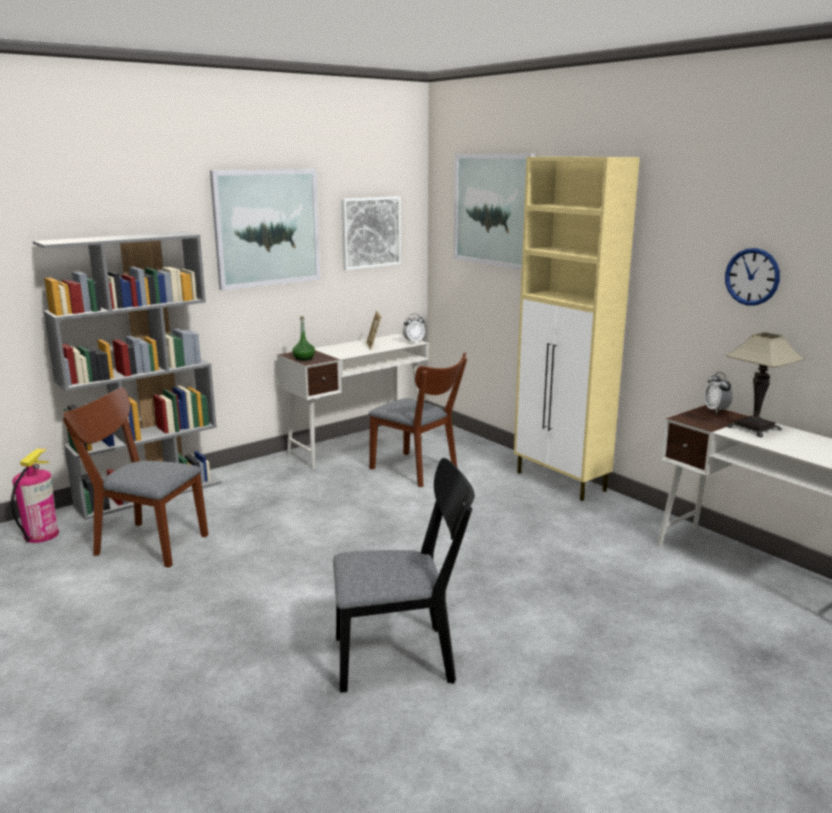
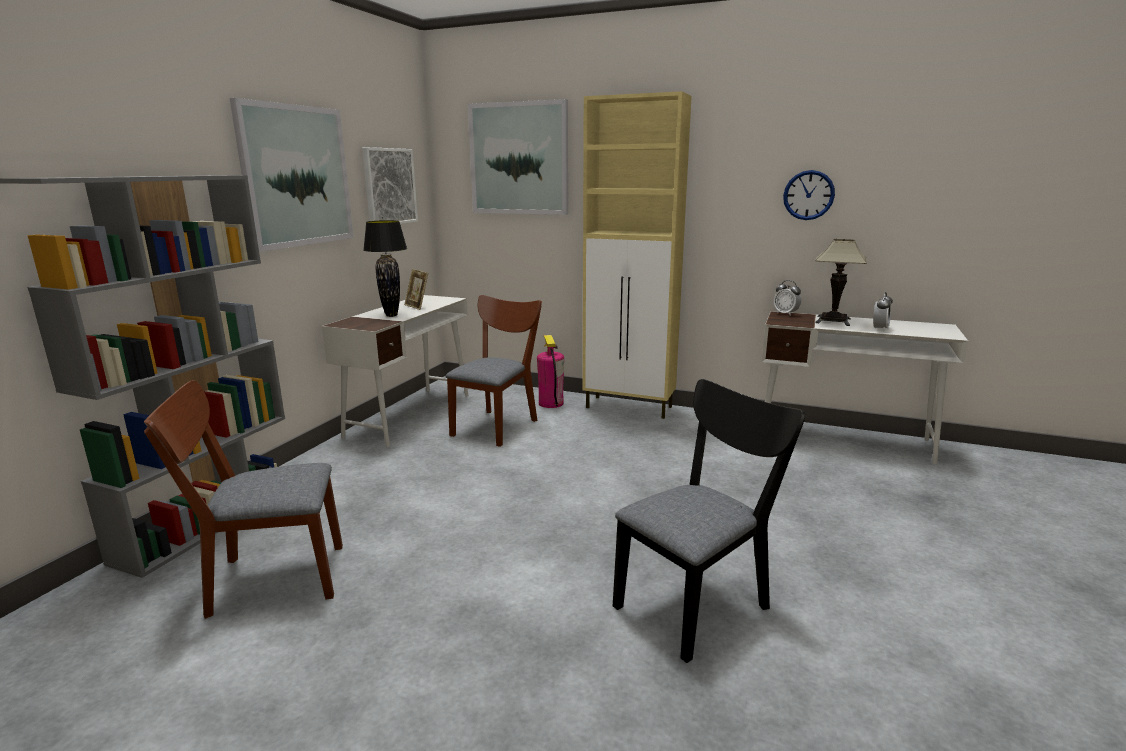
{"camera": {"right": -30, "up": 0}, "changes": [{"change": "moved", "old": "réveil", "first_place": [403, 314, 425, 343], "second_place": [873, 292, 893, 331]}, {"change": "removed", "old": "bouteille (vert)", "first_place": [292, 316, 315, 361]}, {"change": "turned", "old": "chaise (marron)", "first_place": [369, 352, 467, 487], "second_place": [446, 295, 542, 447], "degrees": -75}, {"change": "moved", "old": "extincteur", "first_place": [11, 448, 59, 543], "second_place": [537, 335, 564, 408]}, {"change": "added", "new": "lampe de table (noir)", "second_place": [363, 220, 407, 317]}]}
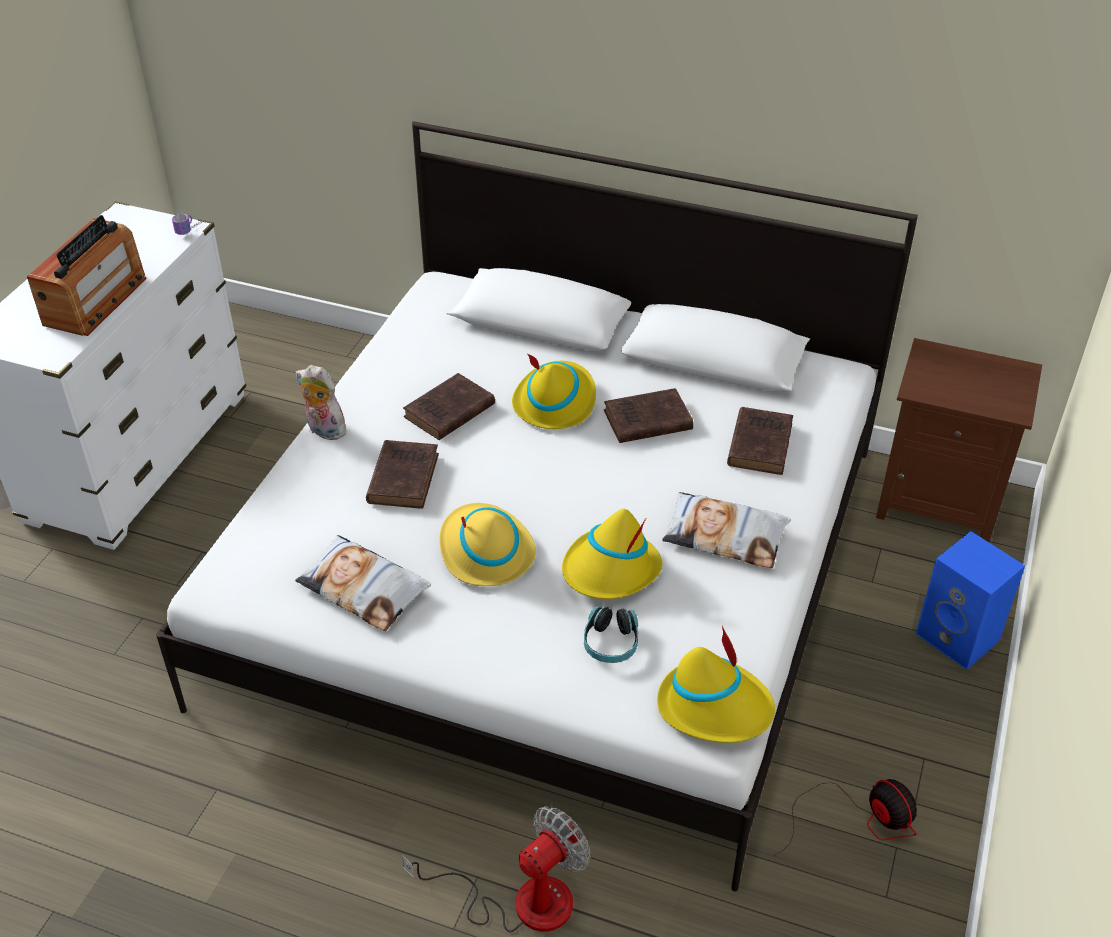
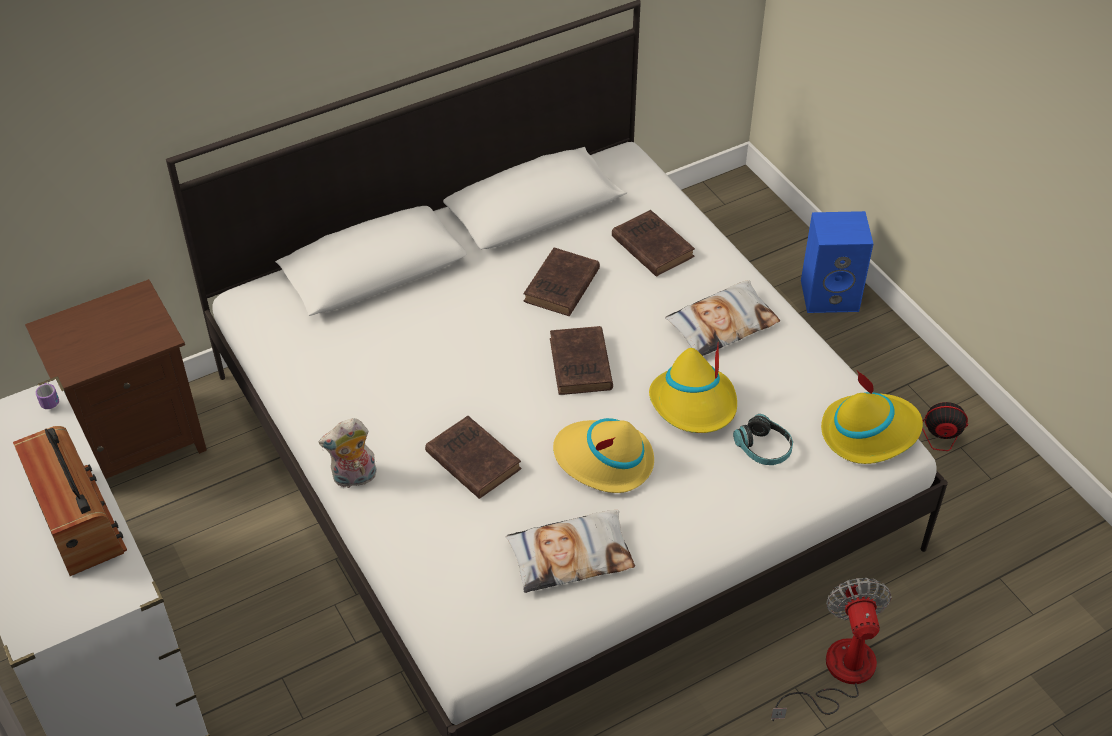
{"camera": {"right": -50, "up": 5}, "changes": [{"change": "moved", "old": "table de chevet (marron)", "first_place": [876, 338, 1042, 542], "second_place": [25, 279, 207, 479]}, {"change": "removed", "old": "chapeau (jaune)", "first_place": [512, 354, 596, 429]}, {"change": "moved", "old": "livre (marron)", "first_place": [403, 373, 495, 440], "second_place": [550, 326, 613, 395]}]}
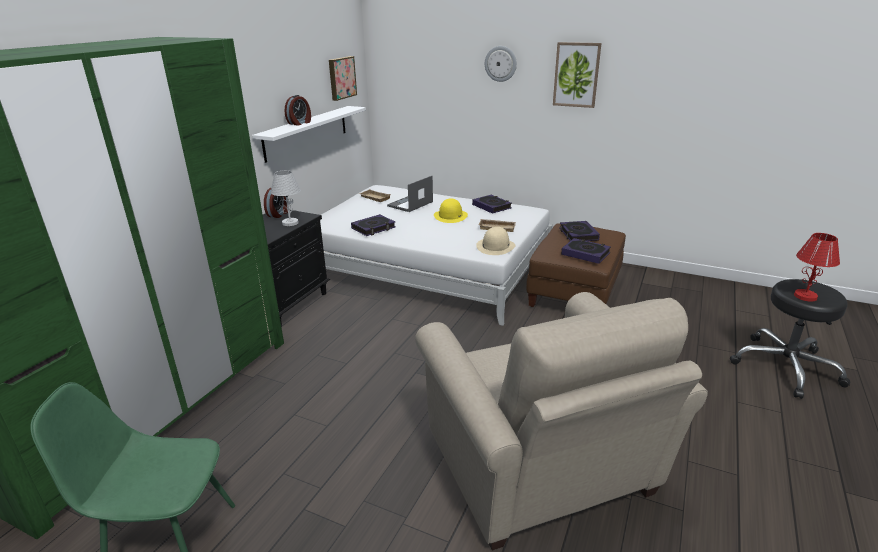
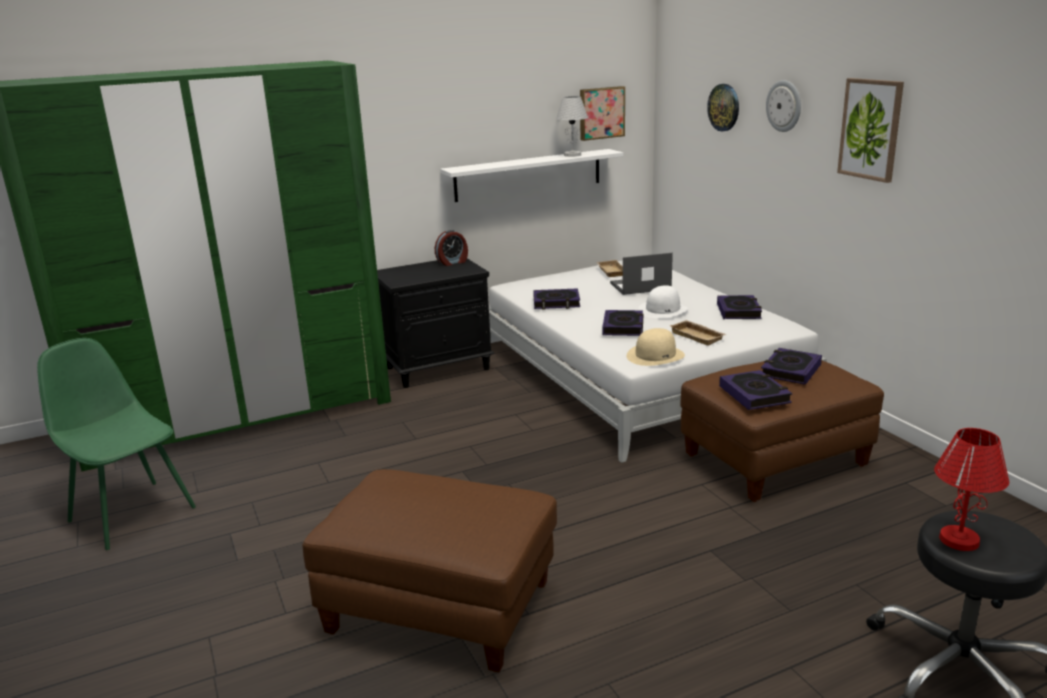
{"camera": {"right": 40, "up": -5}, "changes": [{"change": "removed", "old": "réveil", "first_place": [285, 95, 311, 126]}, {"change": "moved", "old": "lampe de table (blanc)", "first_place": [271, 170, 301, 226], "second_place": [556, 96, 588, 157]}, {"change": "recoloured", "old": "chapeau (jaune)", "new": "chapeau (blanc)", "first_place": [434, 198, 468, 223], "second_place": [638, 285, 688, 318]}, {"change": "replaced", "old": "fauteuil (beige)", "new": "pouf (marron)", "first_place": [415, 292, 708, 551], "second_place": [302, 469, 557, 672]}, {"change": "added", "new": "horloge murale", "second_place": [707, 84, 739, 131]}, {"change": "added", "new": "livre", "second_place": [602, 310, 643, 336]}]}
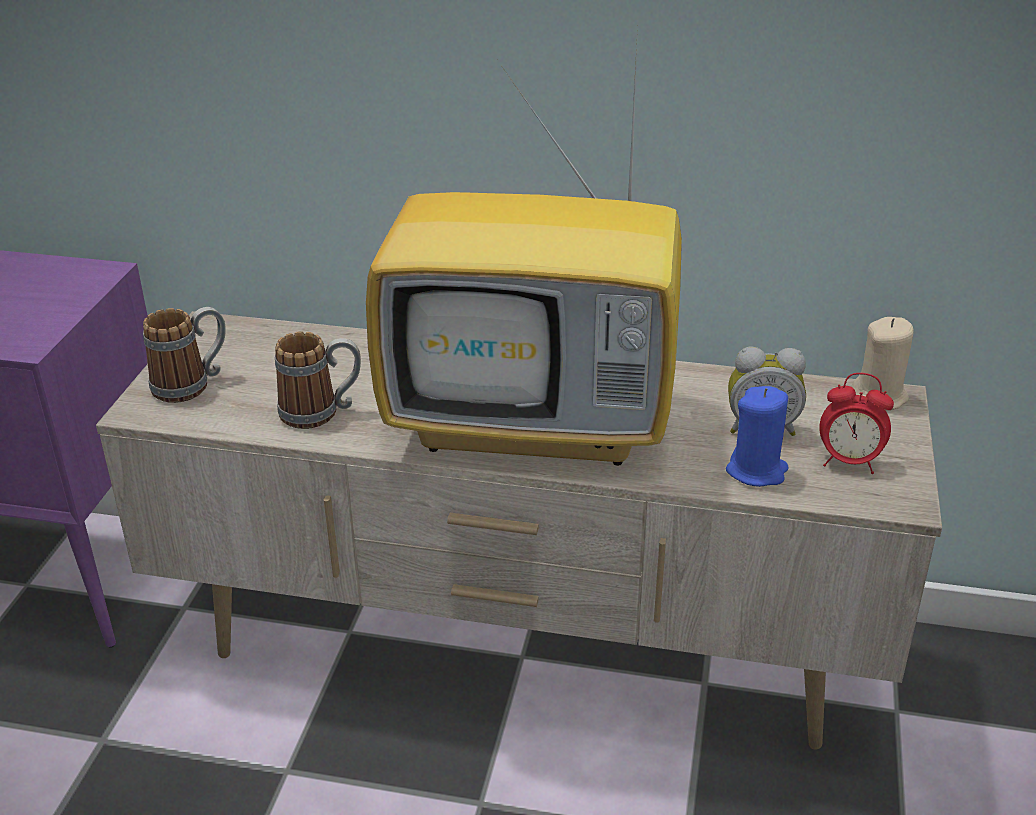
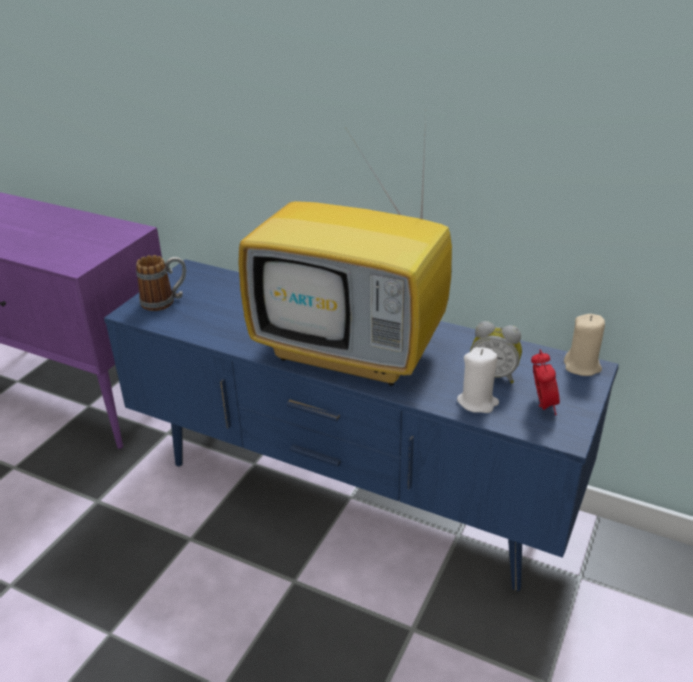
{"camera": {"right": 15, "up": 0}, "changes": [{"change": "recoloured", "old": "meuble télé (beige)", "new": "meuble télé (bleu)", "first_place": [96, 311, 942, 750], "second_place": [104, 259, 618, 591]}, {"change": "removed", "old": "mug", "first_place": [275, 331, 361, 429]}, {"change": "turned", "old": "réveil", "first_place": [819, 373, 894, 474], "second_place": [531, 349, 560, 415], "degrees": -120}, {"change": "recoloured", "old": "bougie (bleu)", "new": "bougie (blanc)", "first_place": [726, 386, 789, 487], "second_place": [457, 347, 499, 413]}]}
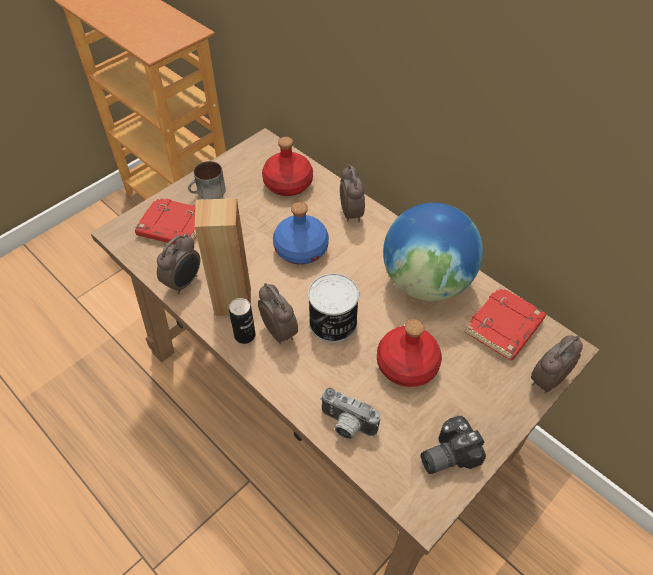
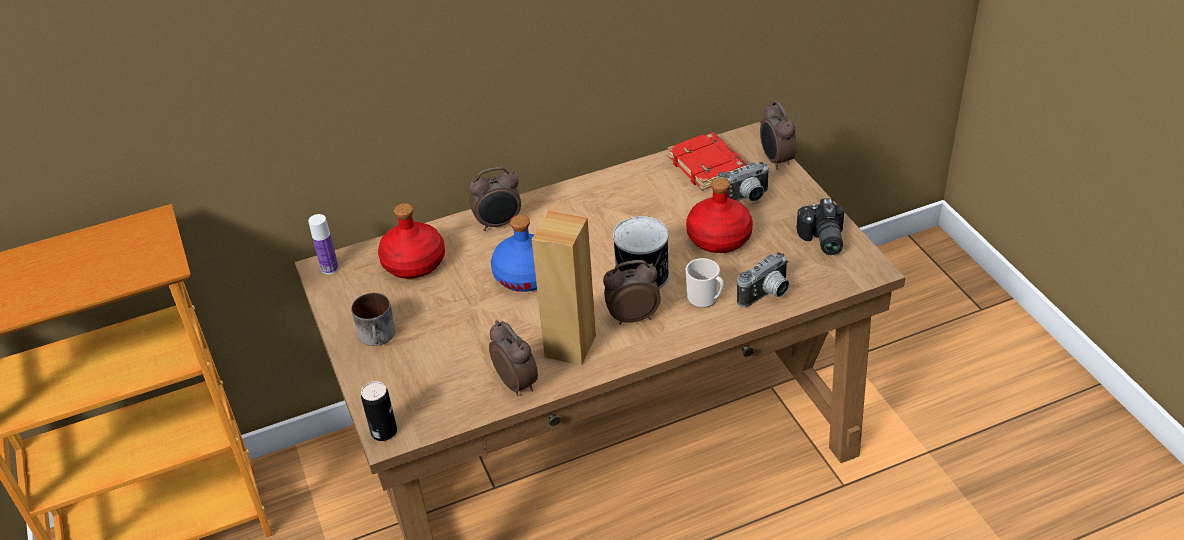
{"camera": {"right": -65, "up": -10}, "changes": [{"change": "turned", "old": "réveil", "first_place": [340, 164, 365, 222], "second_place": [469, 167, 521, 231], "degrees": 150}, {"change": "removed", "old": "livre (rouge)", "first_place": [135, 197, 197, 244]}, {"change": "removed", "old": "globe", "first_place": [383, 203, 483, 301]}, {"change": "moved", "old": "boîte métallique", "first_place": [229, 298, 256, 344], "second_place": [361, 381, 397, 441]}, {"change": "added", "new": "appareil photo", "second_place": [716, 162, 770, 202]}, {"change": "added", "new": "bouteille", "second_place": [308, 214, 339, 274]}, {"change": "added", "new": "mug", "second_place": [686, 258, 724, 308]}]}
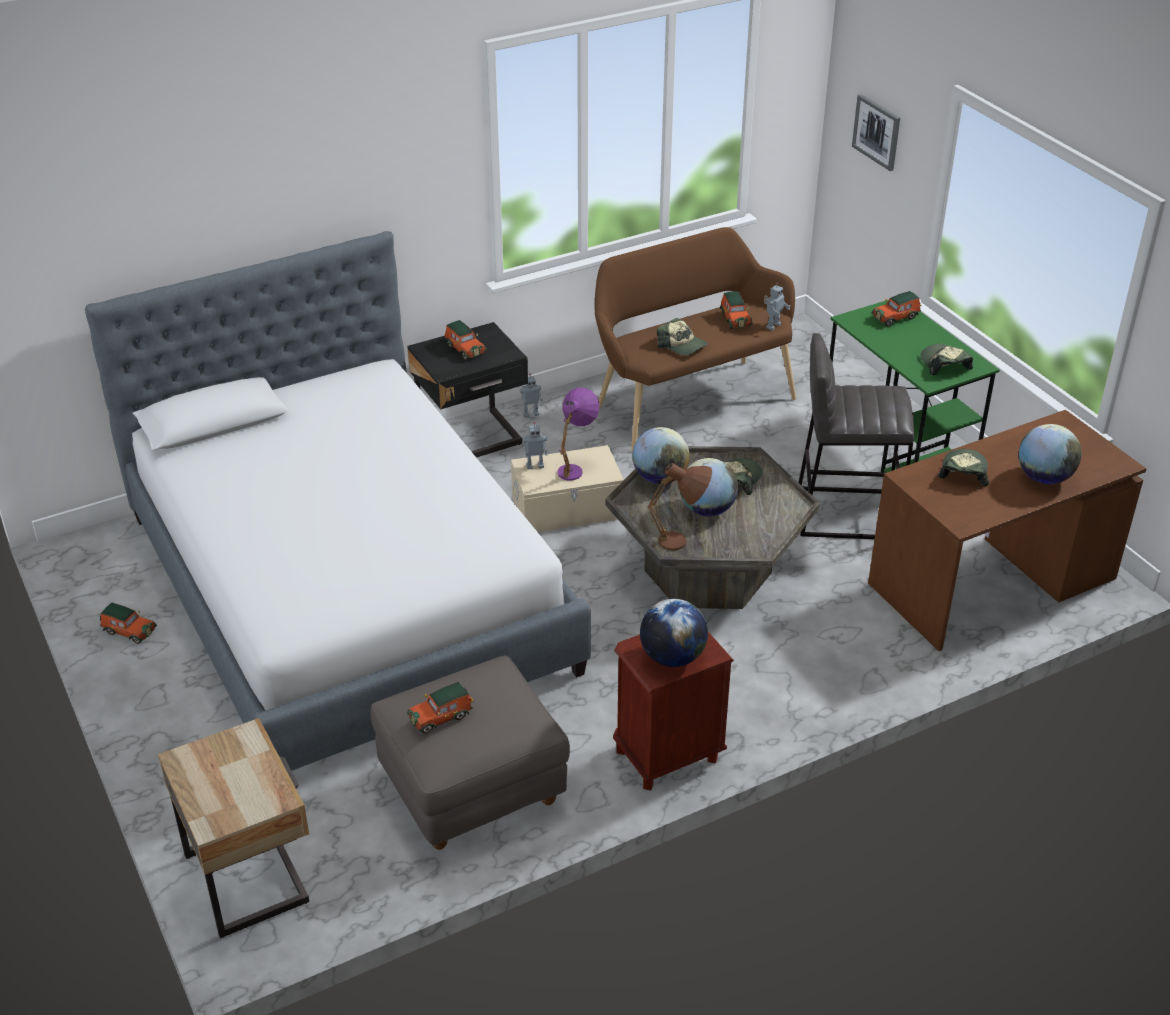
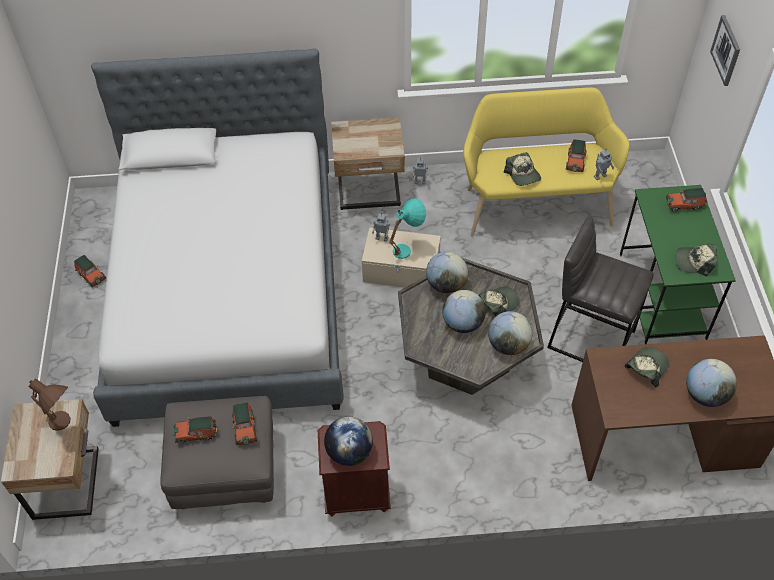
{"camera": {"right": 25, "up": 15}, "changes": [{"change": "recoloured", "old": "banc (marron)", "new": "banc (jaune)", "first_place": [595, 227, 796, 451], "second_place": [463, 87, 630, 236]}, {"change": "moved", "old": "petite voiture", "first_place": [445, 320, 487, 360], "second_place": [232, 403, 257, 445]}, {"change": "recoloured", "old": "table de chevet (noir)", "new": "table de chevet (beige)", "first_place": [407, 322, 528, 458], "second_place": [331, 117, 405, 210]}, {"change": "turned", "old": "casquette", "first_place": [920, 344, 973, 376], "second_place": [676, 244, 717, 276], "degrees": -90}, {"change": "recoloured", "old": "lampe de table (violet)", "new": "lampe de table (turquoise)", "first_place": [557, 388, 599, 481], "second_place": [389, 198, 426, 259]}, {"change": "moved", "old": "lampe de table (marron)", "first_place": [648, 462, 712, 550], "second_place": [28, 378, 71, 431]}, {"change": "added", "new": "globe", "second_place": [488, 311, 532, 355]}]}
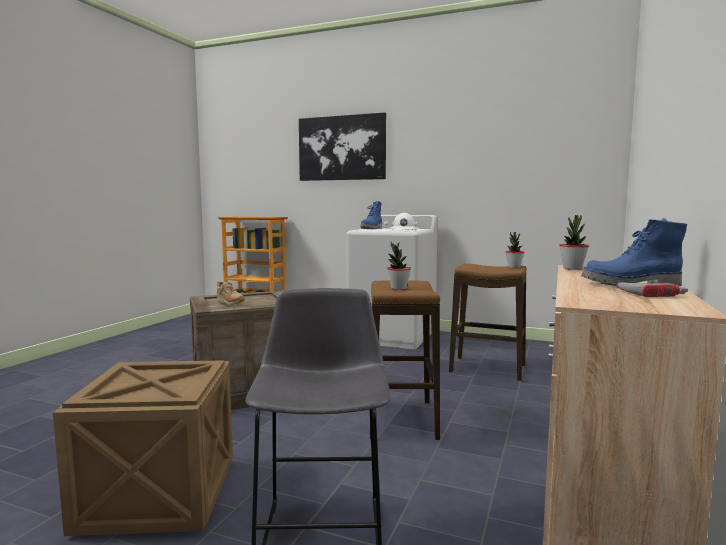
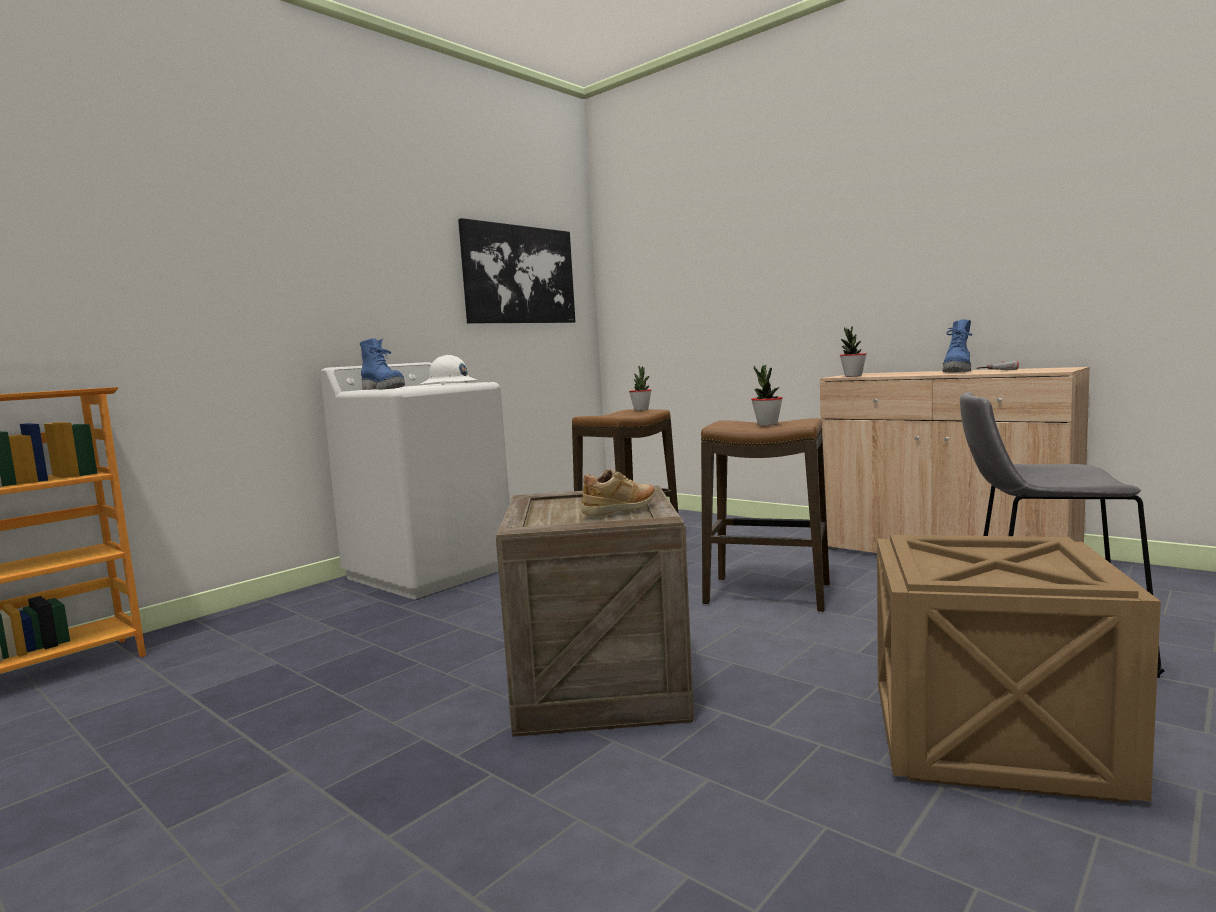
{"camera": {"right": -70, "up": 0}, "changes": [{"change": "moved", "old": "tableau", "first_place": [299, 113, 386, 181], "second_place": [458, 218, 575, 323]}]}
